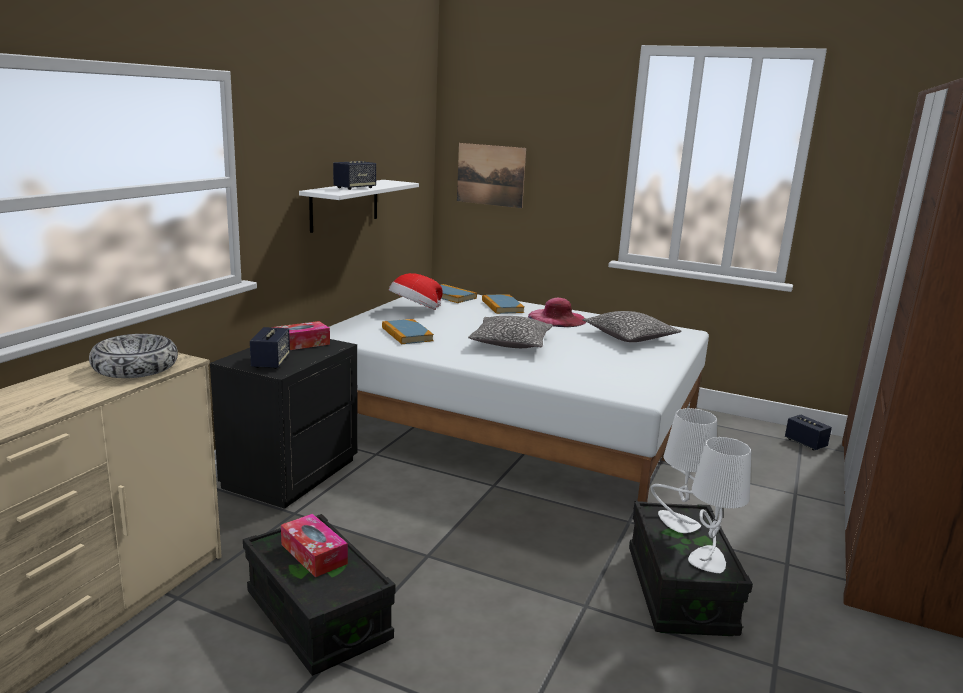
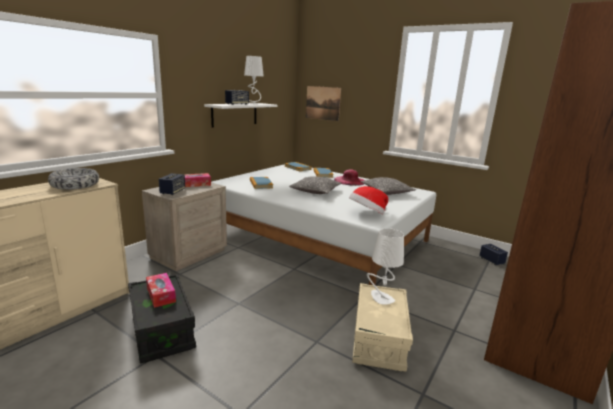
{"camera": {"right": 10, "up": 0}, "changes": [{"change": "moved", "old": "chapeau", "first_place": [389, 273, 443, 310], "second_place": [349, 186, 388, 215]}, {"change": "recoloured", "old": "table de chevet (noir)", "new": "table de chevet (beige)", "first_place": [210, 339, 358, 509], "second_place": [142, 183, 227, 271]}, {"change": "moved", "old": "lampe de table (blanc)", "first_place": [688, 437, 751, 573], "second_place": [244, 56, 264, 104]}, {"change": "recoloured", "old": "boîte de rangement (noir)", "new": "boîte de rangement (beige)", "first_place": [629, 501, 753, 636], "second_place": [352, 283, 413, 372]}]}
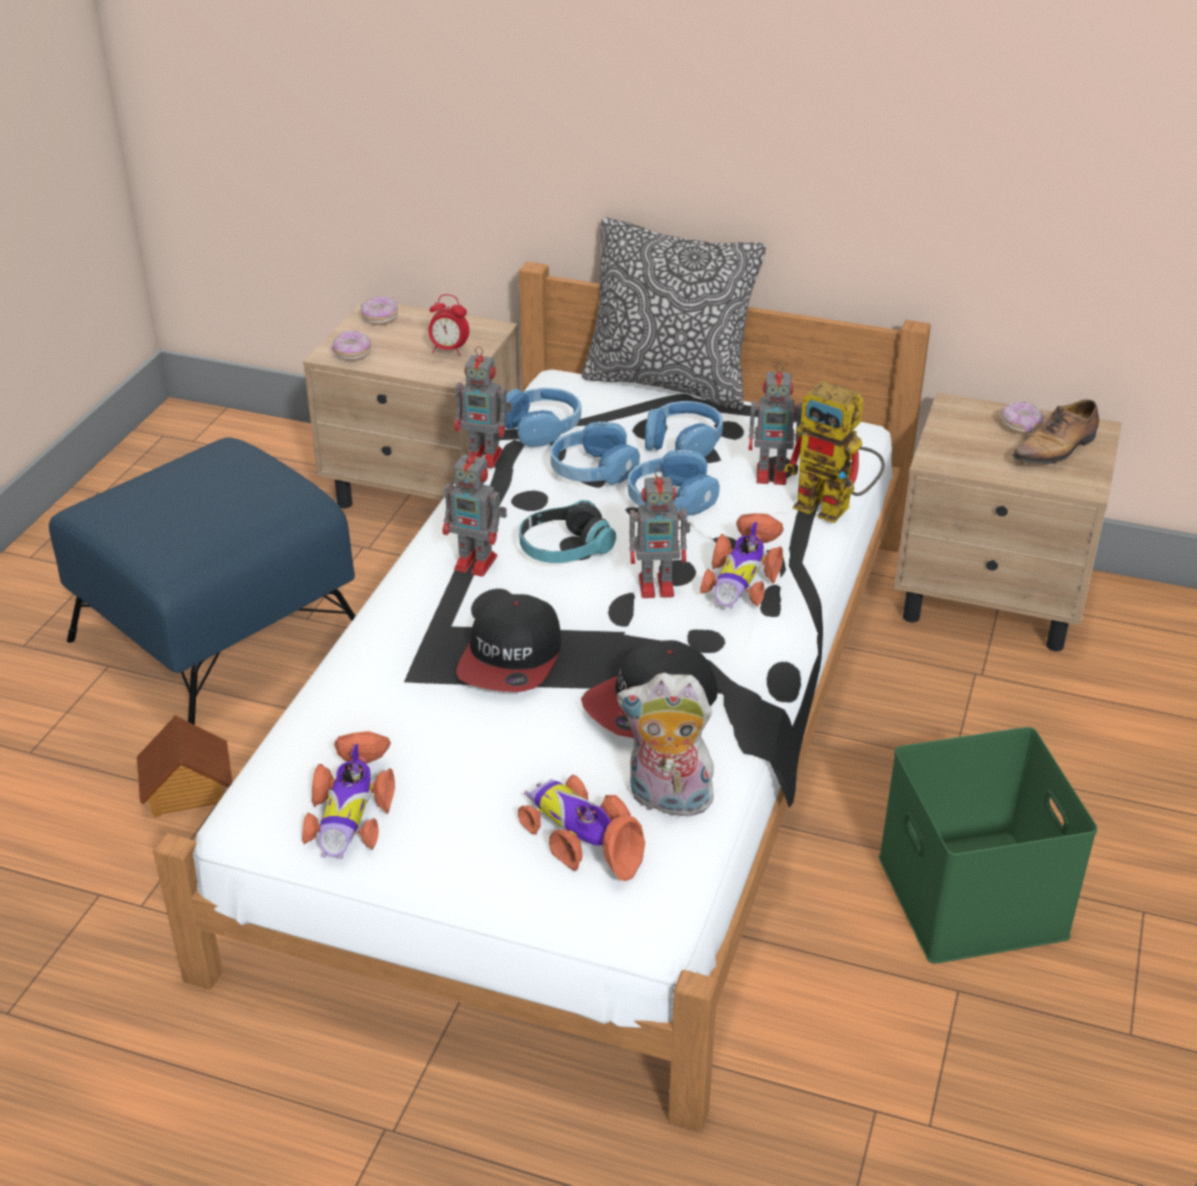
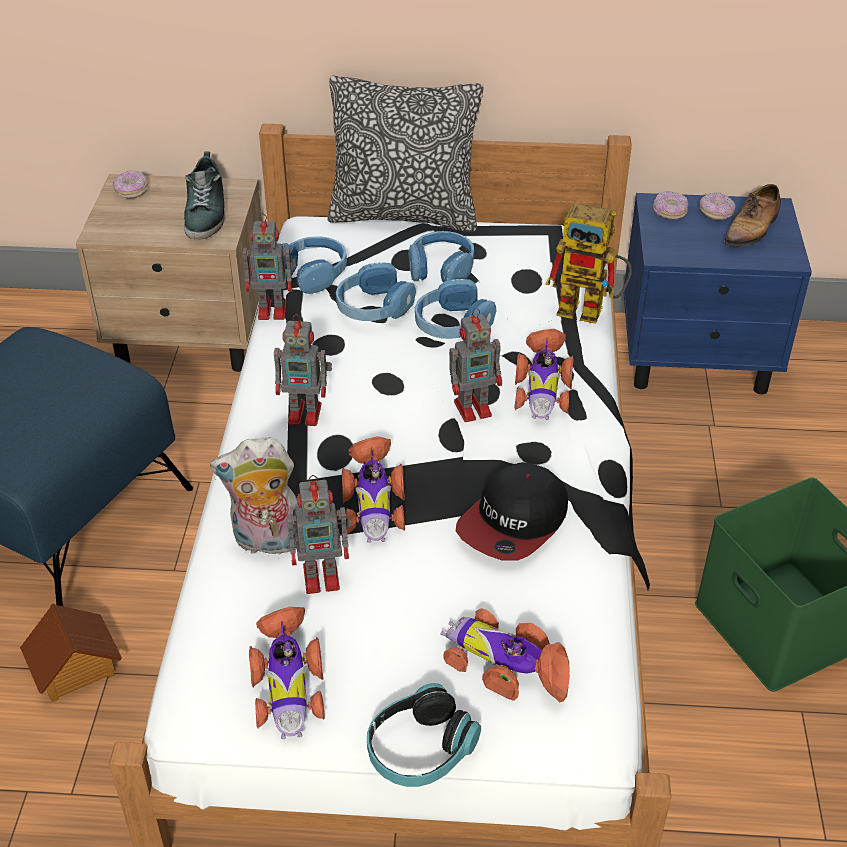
{"camera": {"right": -15, "up": 5}, "changes": [{"change": "replaced", "old": "réveil", "new": "chaussure", "first_place": [429, 294, 469, 356], "second_place": [184, 151, 225, 240]}, {"change": "moved", "old": "beignet", "first_place": [332, 330, 371, 361], "second_place": [653, 191, 688, 219]}, {"change": "moved", "old": "robot jouet", "first_place": [748, 362, 802, 485], "second_place": [287, 475, 351, 594]}, {"change": "recoloured", "old": "table de chevet (beige)", "new": "table de chevet (bleu)", "first_place": [894, 392, 1122, 651], "second_place": [623, 193, 812, 394]}, {"change": "moved", "old": "casque audio", "first_place": [519, 500, 616, 563], "second_place": [367, 683, 481, 787]}, {"change": "replaced", "old": "casquette", "new": "petite voiture", "first_place": [456, 594, 561, 692], "second_place": [342, 436, 405, 543]}, {"change": "moved", "old": "peluche", "first_place": [617, 673, 717, 817], "second_place": [210, 437, 299, 559]}]}
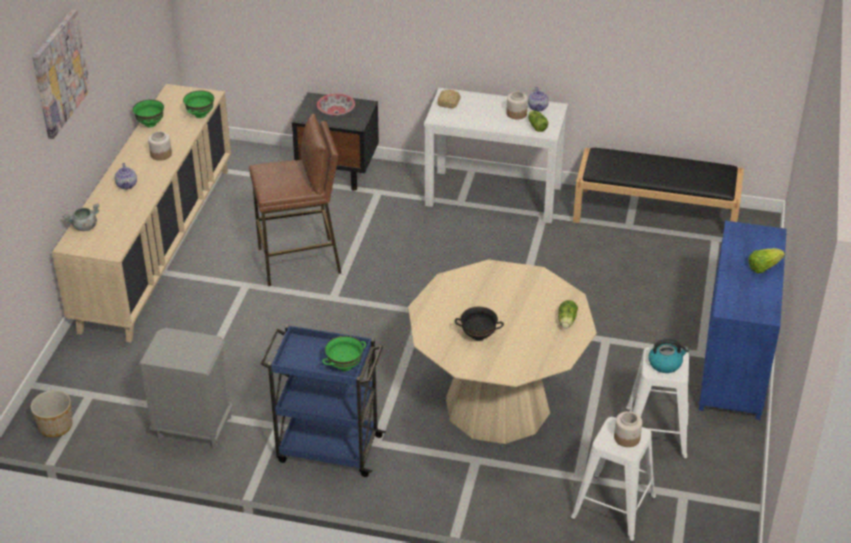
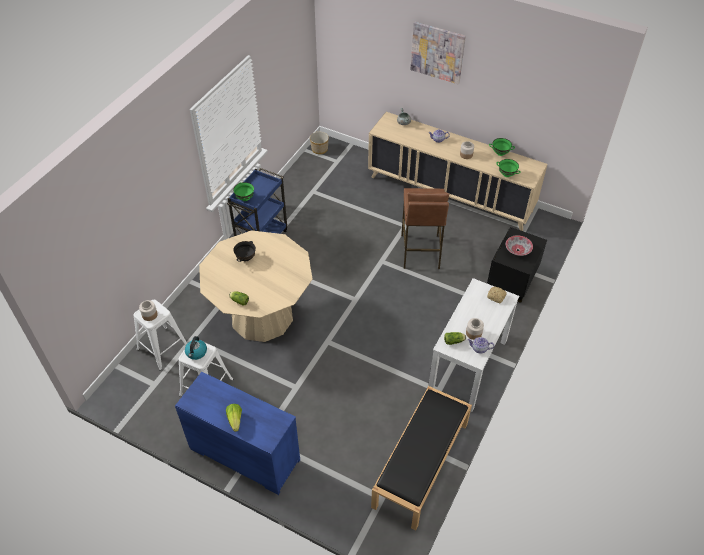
{"camera": {"right": 105, "up": 10}, "changes": [{"change": "removed", "old": "table de chevet (gris)", "first_place": [138, 328, 233, 449]}]}
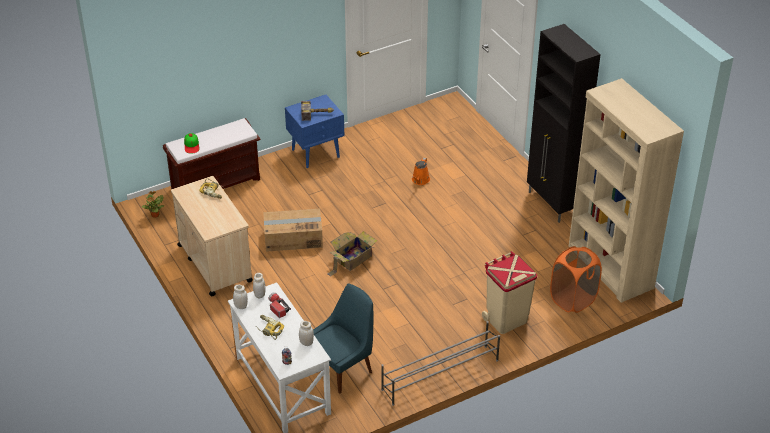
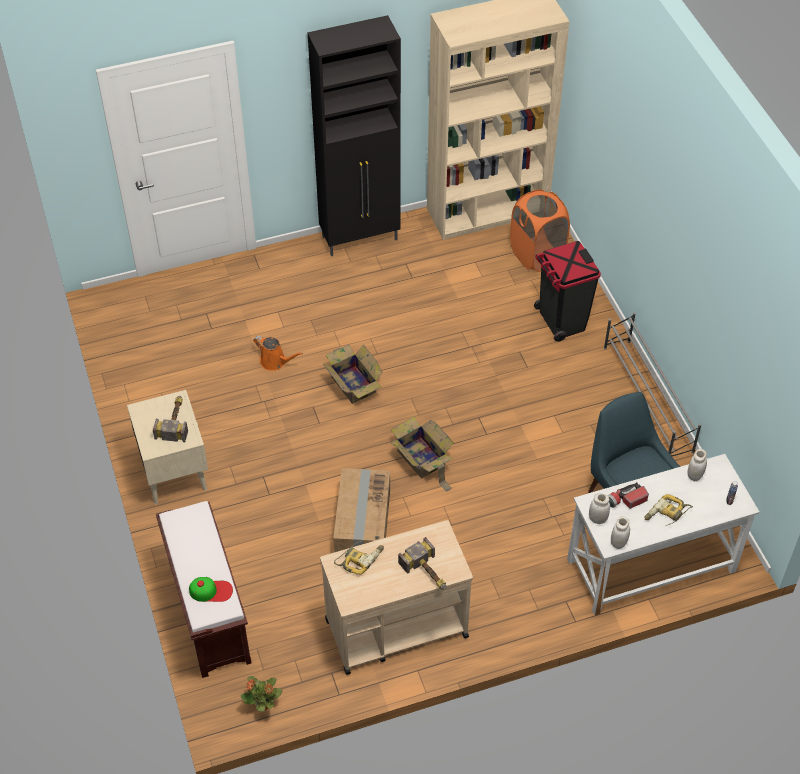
{"camera": {"right": -80, "up": 10}, "changes": [{"change": "recoloured", "old": "table de chevet (bleu)", "new": "table de chevet (beige)", "first_place": [285, 95, 344, 168], "second_place": [127, 390, 208, 504]}, {"change": "recoloured", "old": "poubelle (beige)", "new": "poubelle (noir)", "first_place": [482, 251, 537, 334], "second_place": [534, 241, 601, 342]}, {"change": "added", "new": "carton", "second_place": [323, 344, 383, 404]}, {"change": "added", "new": "marteau", "second_place": [398, 537, 447, 590]}]}
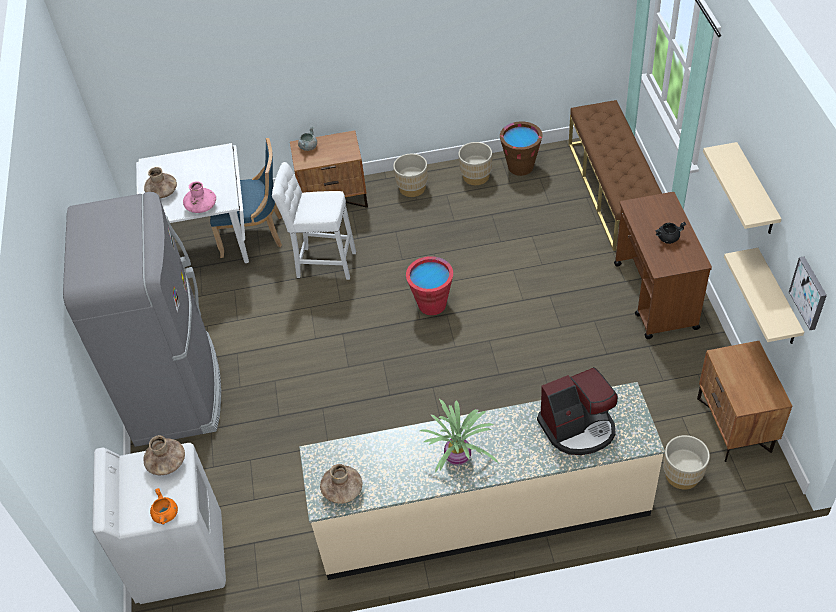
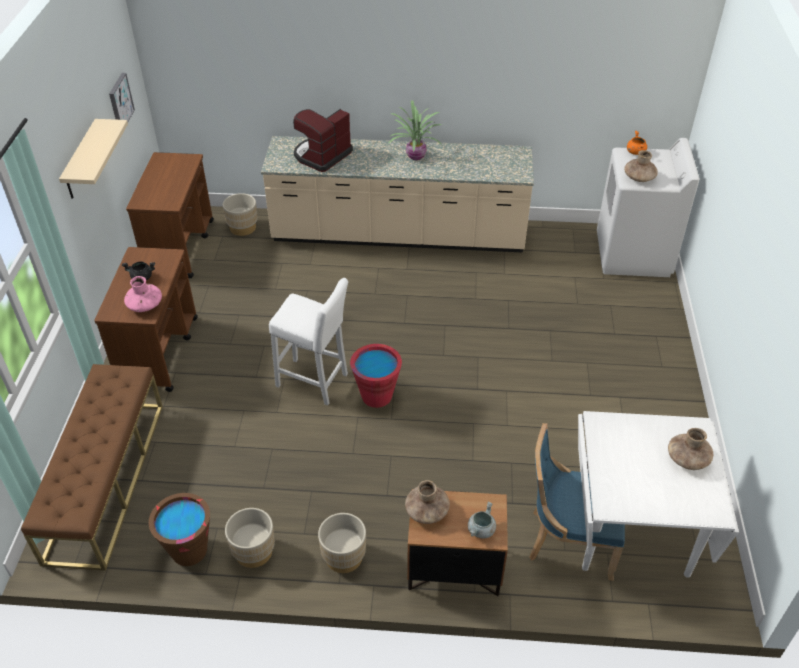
{"camera": {"right": -170, "up": -5}, "changes": [{"change": "moved", "old": "tabouret (blanc)", "first_place": [272, 162, 356, 280], "second_place": [269, 278, 348, 405]}, {"change": "moved", "old": "vase (rose)", "first_place": [183, 181, 216, 213], "second_place": [124, 276, 162, 312]}, {"change": "removed", "old": "réfrigérateur (gris)", "first_place": [63, 192, 221, 447]}, {"change": "removed", "old": "étagère (beige)", "first_place": [724, 248, 804, 344]}, {"change": "replaced", "old": "table de chevet (marron)", "new": "chariot (marron)", "first_place": [697, 341, 792, 462], "second_place": [126, 152, 214, 278]}, {"change": "turned", "old": "machine à café", "first_place": [537, 367, 618, 455], "second_place": [293, 109, 353, 172], "degrees": -45}, {"change": "moved", "old": "vase (marron)", "first_place": [320, 464, 362, 504], "second_place": [405, 480, 450, 524]}]}
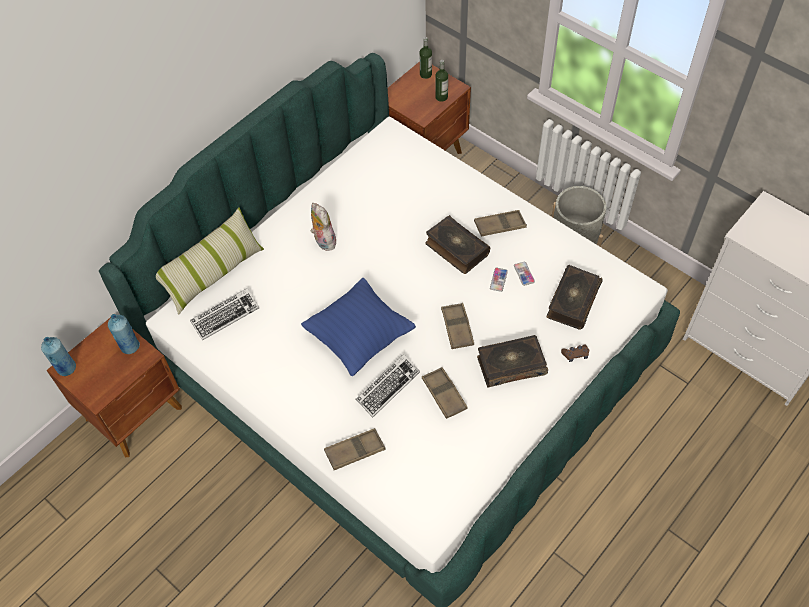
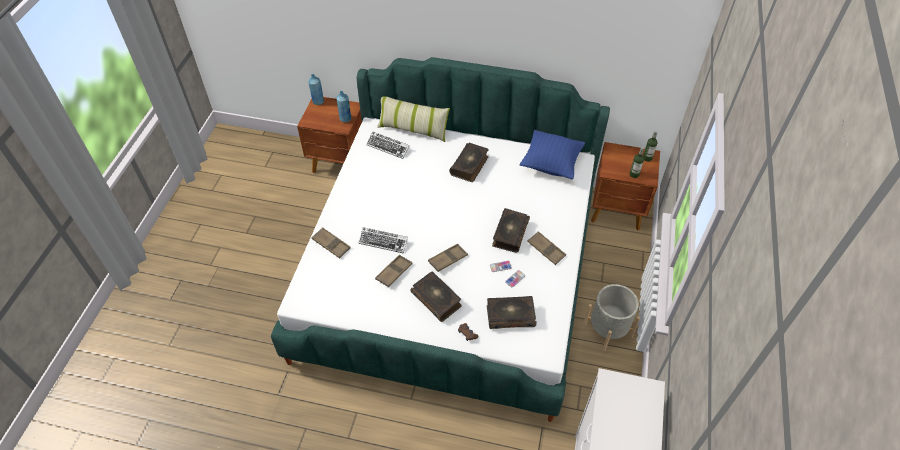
{"camera": {"right": 60, "up": -5}, "changes": [{"change": "replaced", "old": "peluche", "new": "livre", "first_place": [310, 203, 336, 251], "second_place": [449, 142, 489, 182]}, {"change": "moved", "old": "coussin (bleu)", "first_place": [301, 278, 416, 377], "second_place": [520, 130, 585, 180]}]}
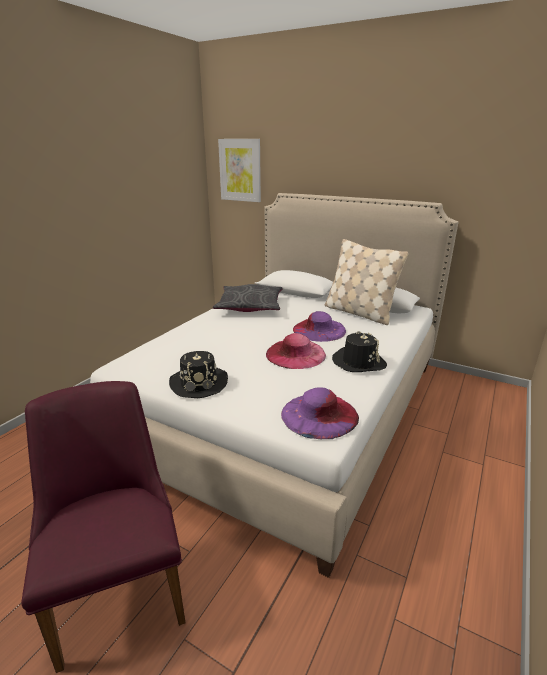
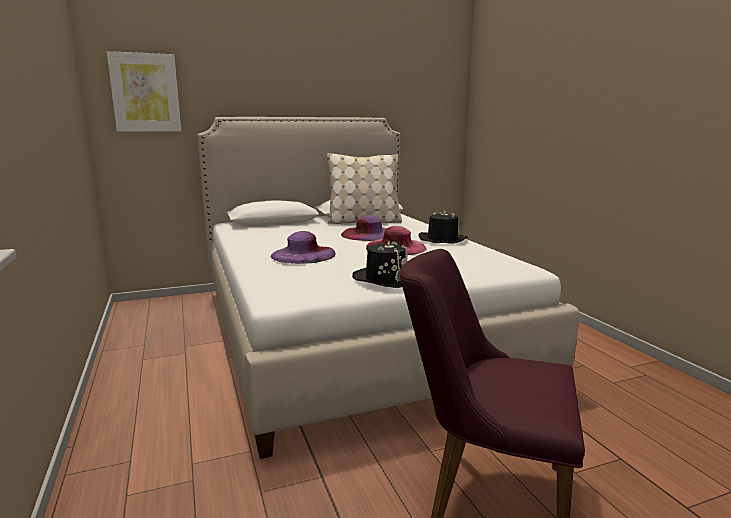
{"camera": {"right": -50, "up": -10}, "changes": [{"change": "removed", "old": "coussin (gris)", "first_place": [213, 284, 283, 312]}, {"change": "moved", "old": "chapeau (violet)", "first_place": [281, 387, 359, 439], "second_place": [270, 231, 336, 264]}]}
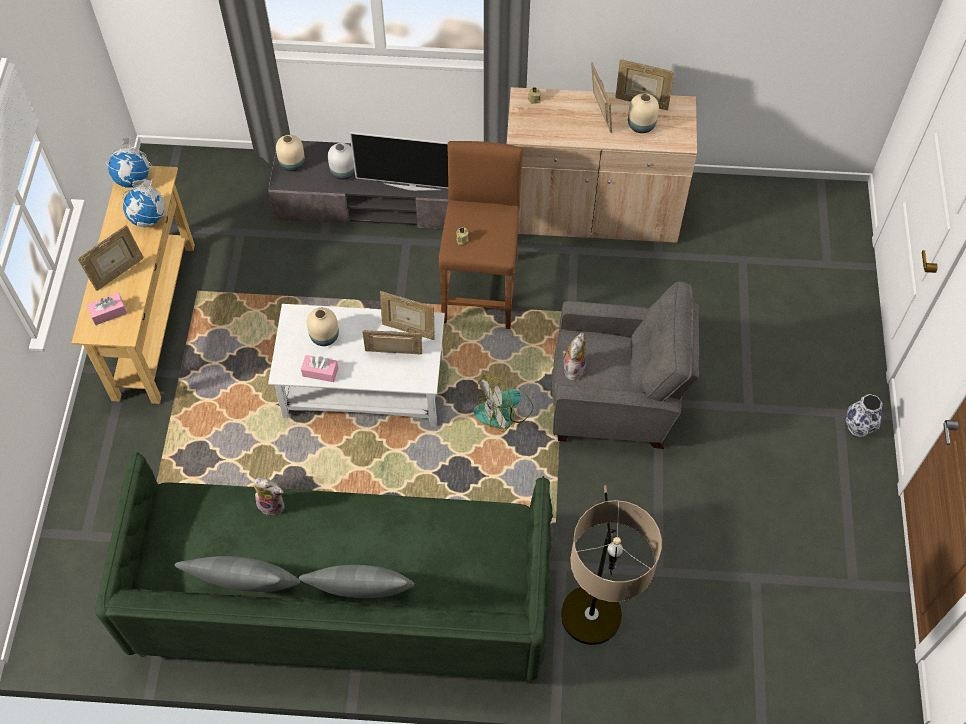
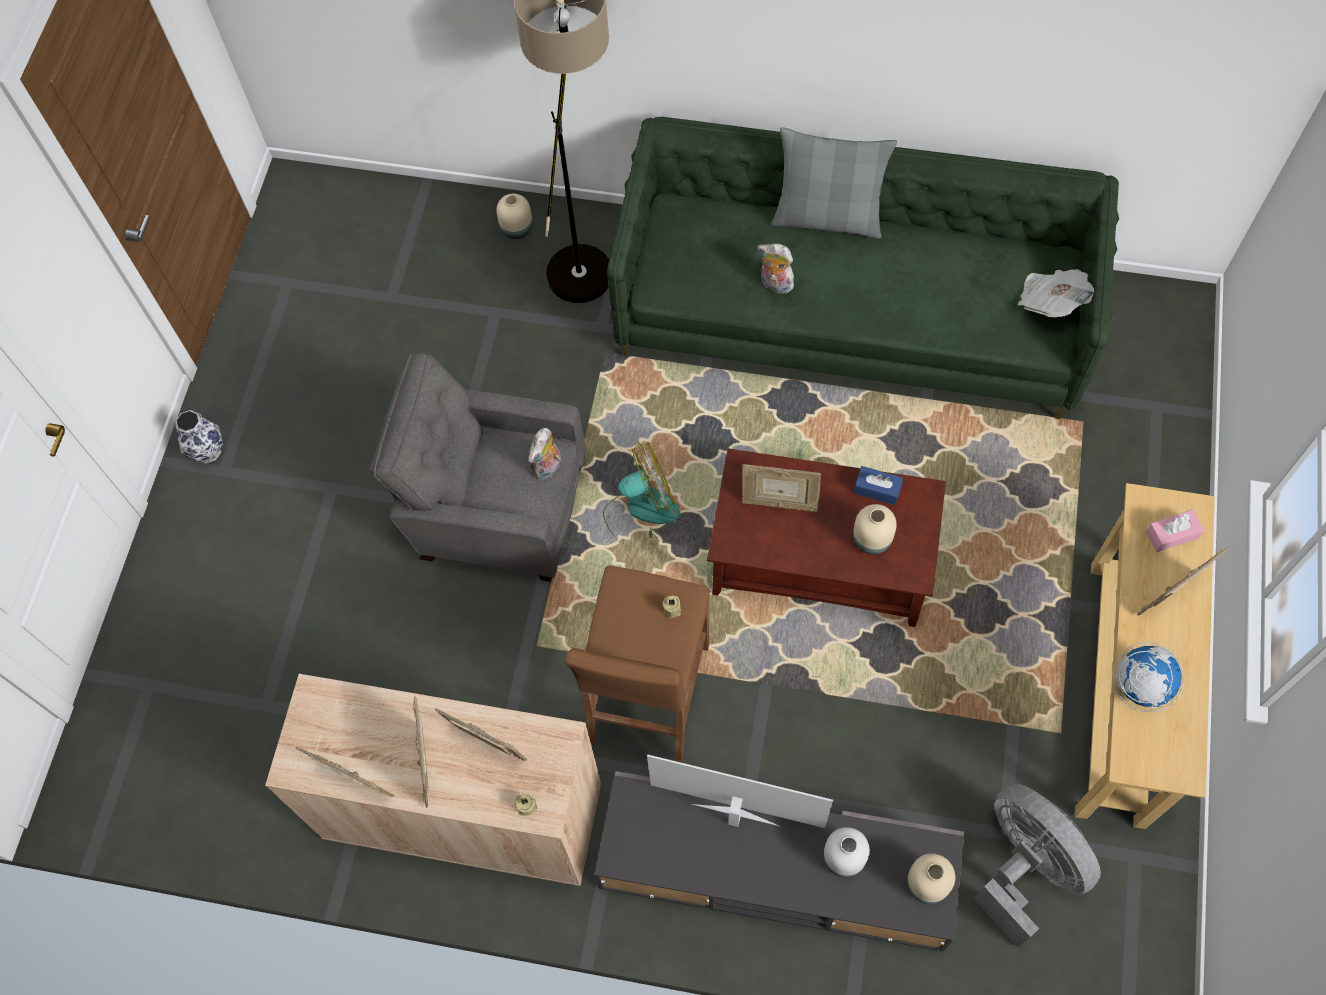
{"camera": {"right": -170, "up": 5}, "changes": [{"change": "moved", "old": "vase (beige)", "first_place": [628, 93, 659, 133], "second_place": [496, 194, 533, 239]}, {"change": "removed", "old": "globe", "first_place": [106, 137, 152, 188]}, {"change": "moved", "old": "cadre photo", "first_place": [380, 291, 435, 340], "second_place": [435, 708, 527, 761]}, {"change": "recoloured", "old": "table basse (blanc)", "new": "table basse (marron)", "first_place": [268, 304, 445, 427], "second_place": [707, 449, 946, 627]}, {"change": "recoloured", "old": "boîte à mouchoirs (rose)", "new": "boîte à mouchoirs (bleu)", "first_place": [301, 355, 338, 382], "second_place": [854, 466, 903, 505]}, {"change": "moved", "old": "peluche", "first_place": [253, 478, 284, 515], "second_place": [757, 243, 798, 294]}, {"change": "removed", "old": "coussin (gris)", "first_place": [175, 556, 300, 592]}, {"change": "added", "new": "journal", "second_place": [1018, 269, 1094, 317]}, {"change": "added", "new": "ventilateur (gris)", "second_place": [974, 784, 1101, 947]}]}
